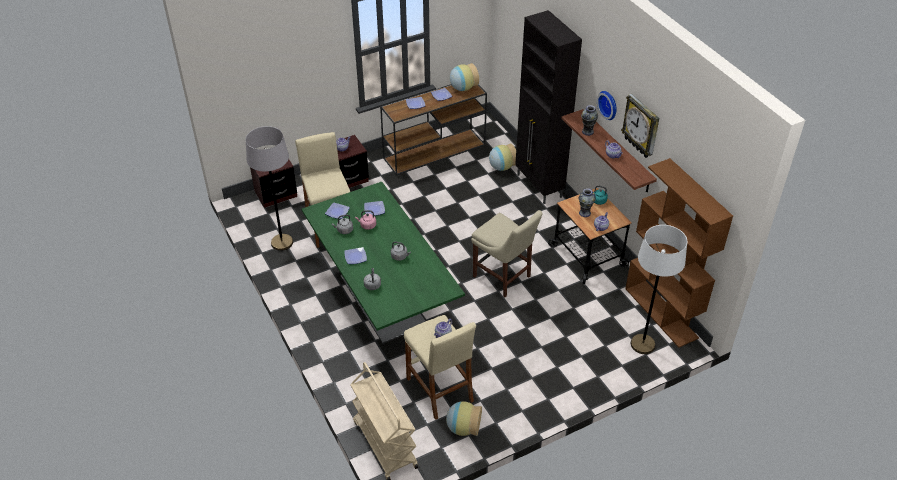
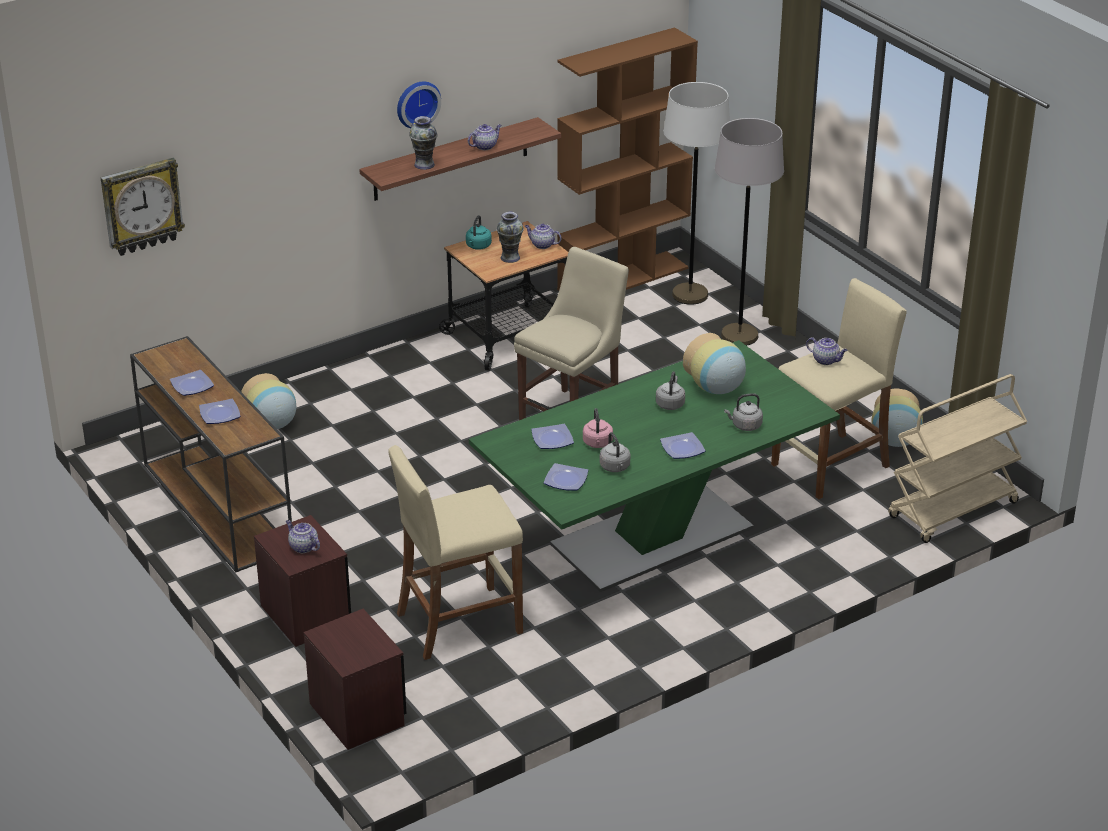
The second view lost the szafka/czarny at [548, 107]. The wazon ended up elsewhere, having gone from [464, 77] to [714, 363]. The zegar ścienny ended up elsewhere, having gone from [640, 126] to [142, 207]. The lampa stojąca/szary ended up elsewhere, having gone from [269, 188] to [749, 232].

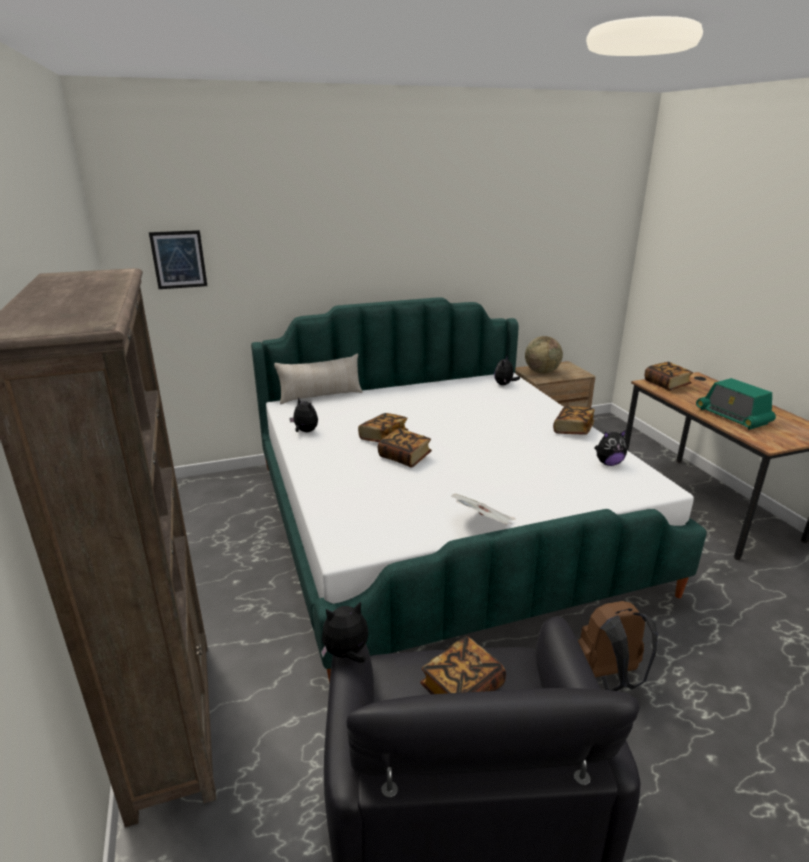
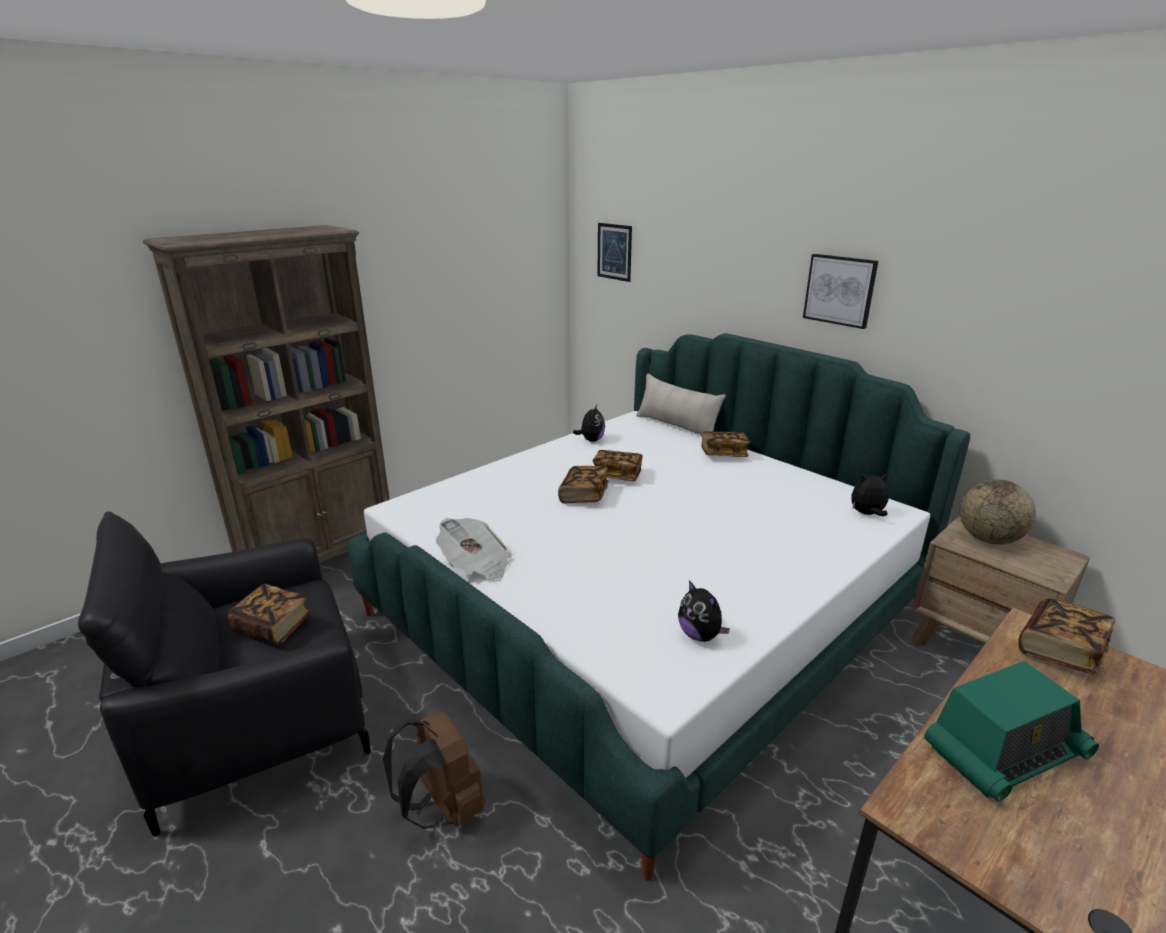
The radio at [736, 404] ended up facing another way, 150 degrees counterclockwise from before. The książka ended up elsewhere, having gone from [574, 420] to [726, 444]. The second view lost the pluszak at [344, 632]. The second view gained the obraz at [840, 291].

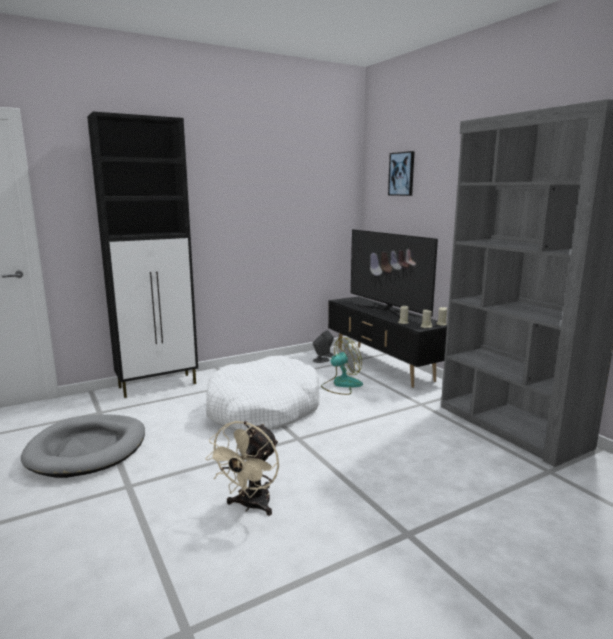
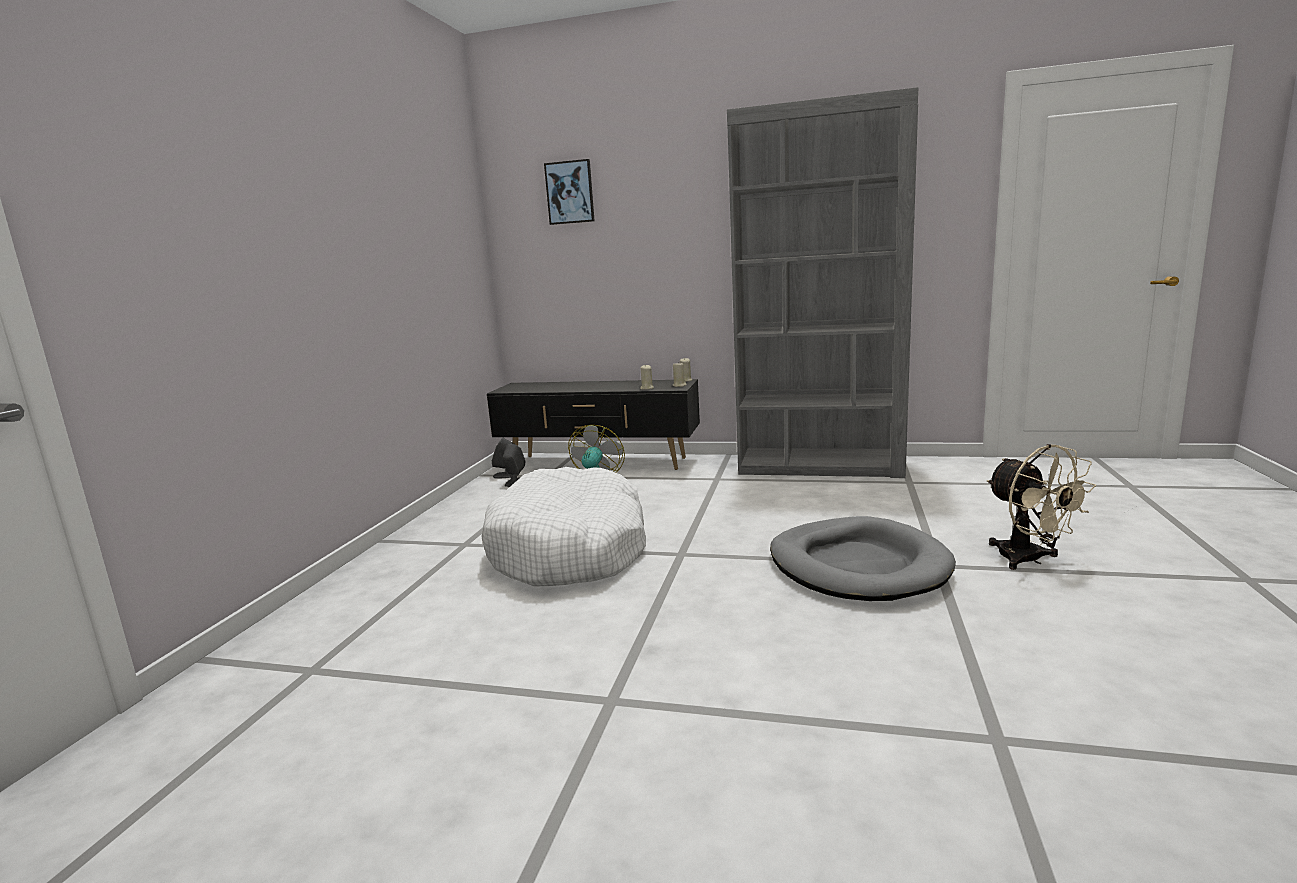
The second view lost the szafka/czarny at [142, 255]. The second view lost the telewizor at [394, 273]. The legowisko/szary ended up elsewhere, having gone from [83, 446] to [863, 558]. The wentylator/beżowy ended up elsewhere, having gone from [242, 468] to [1041, 507].

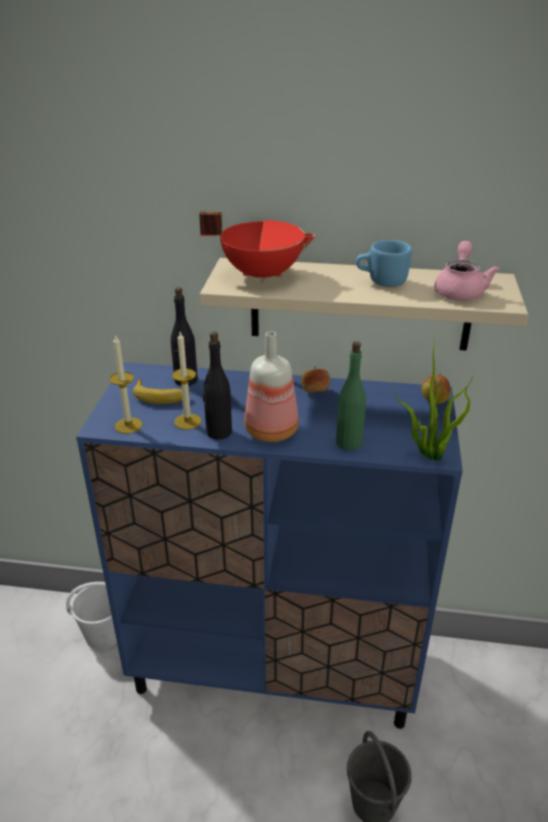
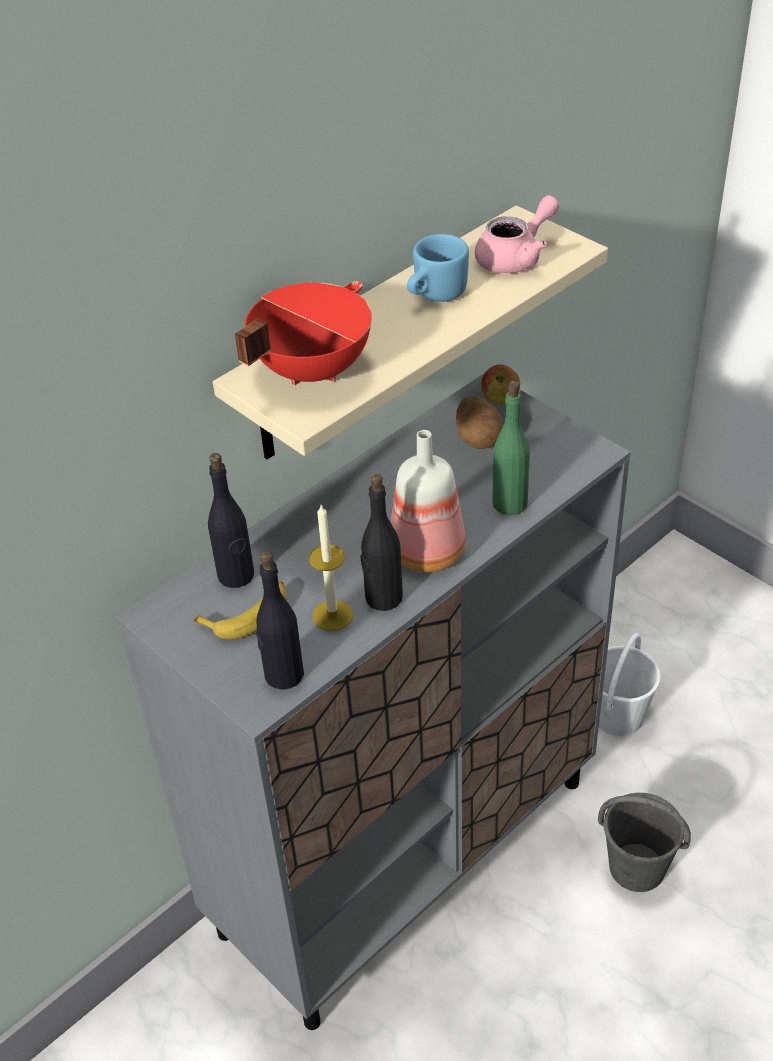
The imbryk/różowy at [467, 271] ended up facing another way, 90 degrees clockwise from before. The second view lost the roślina doniczkowa at [433, 396]. Where the świeca stood at [125, 384], the butelka/czarny came to stand at [280, 620]. What was the szafka/niebieski at [269, 545] turned into the szafka/szary at [372, 702]. The second view lost the jabłko at [315, 380]. The wiadro/biały ended up elsewhere, having gone from [91, 616] to [630, 684]. The second view gained the ziemniak at [479, 422].

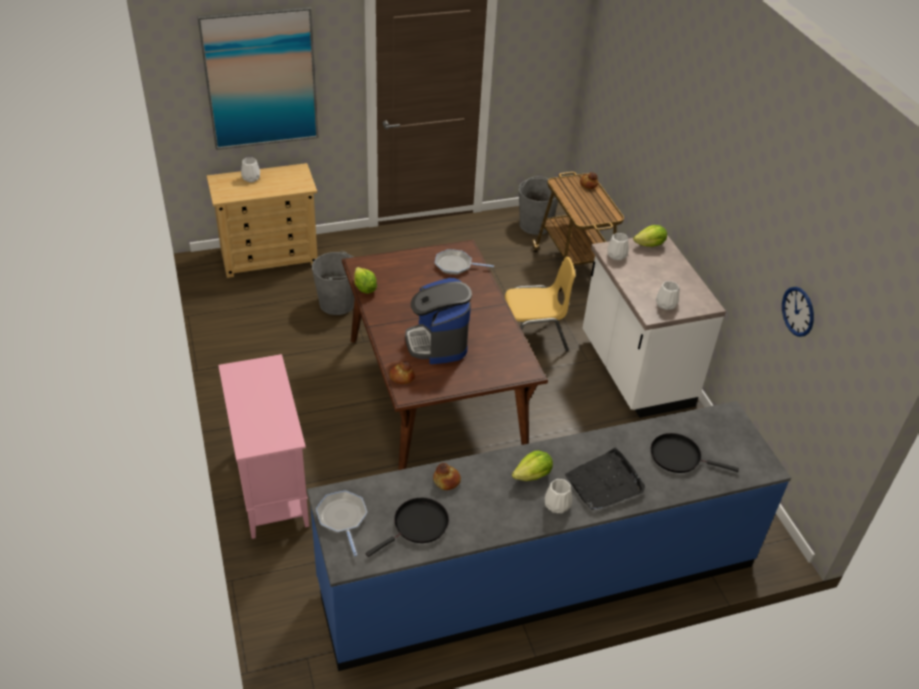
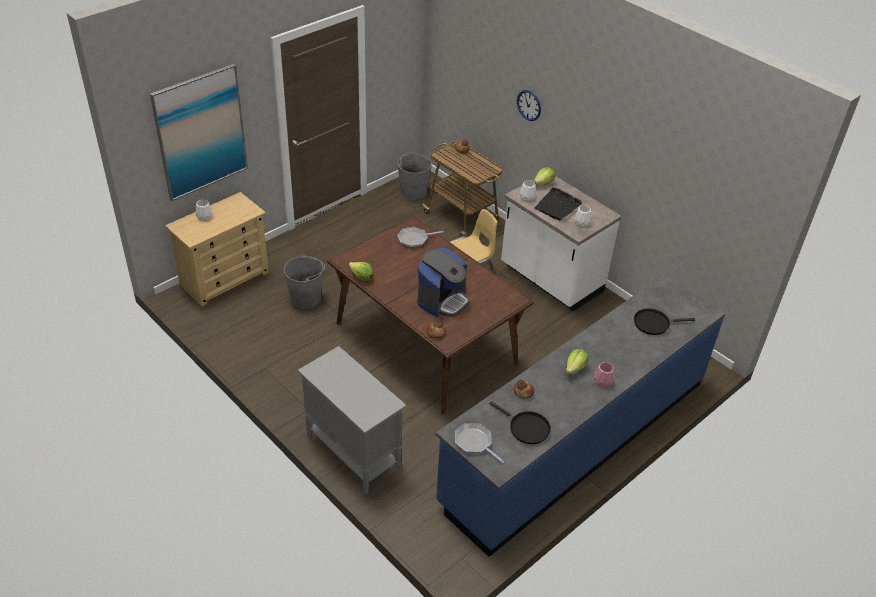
The ekspres do kawy at [438, 321] ended up facing another way, 105 degrees counterclockwise from before. The zegar ścienny ended up elsewhere, having gone from [798, 312] to [529, 105]. What was the szafka/różowy at [263, 446] turned into the szafka/szary at [352, 420]. The taca/czarny ended up elsewhere, having gone from [605, 479] to [558, 203]. What was the wazon/biały at [558, 496] turned into the wazon/różowy at [604, 375]. The patelnia/czarny at [407, 527] ended up facing another way, 105 degrees clockwise from before.

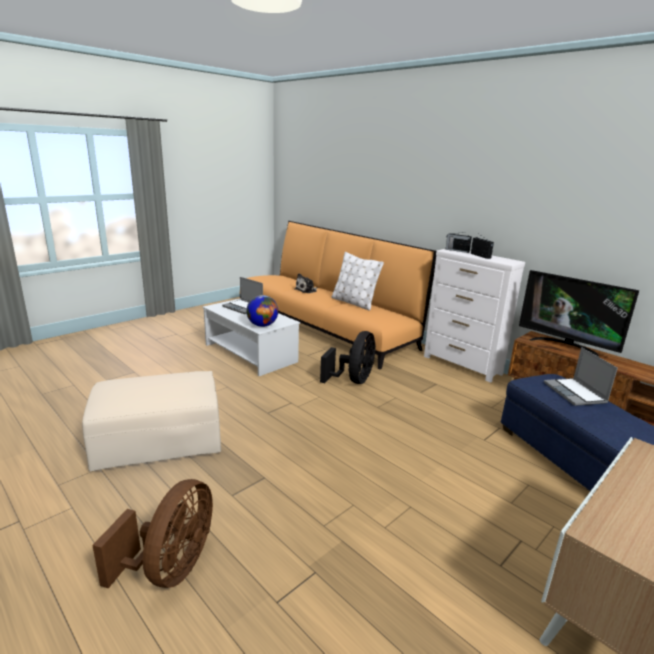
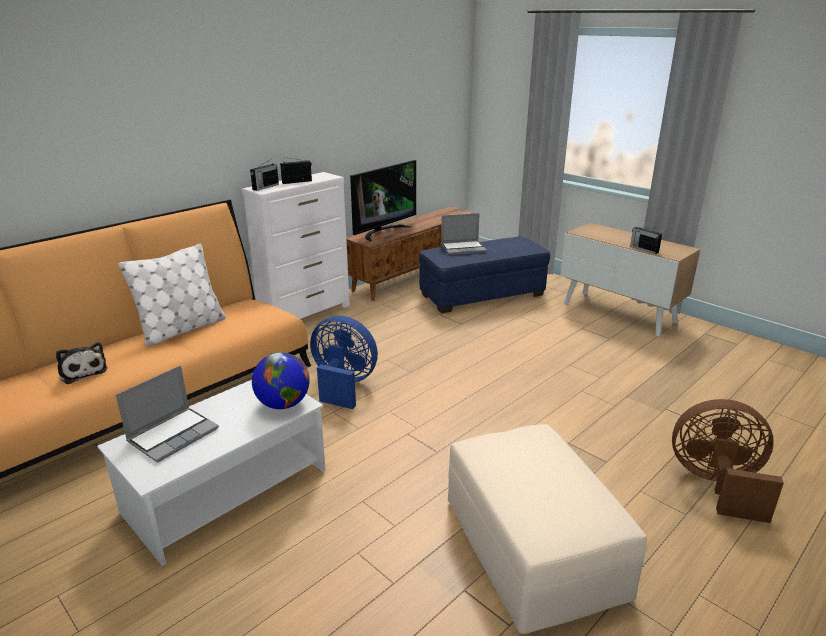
What was the wentylator/czarny at [348, 357] turned into the wentylator/niebieski at [344, 362]. The second view gained the radio at [646, 240].

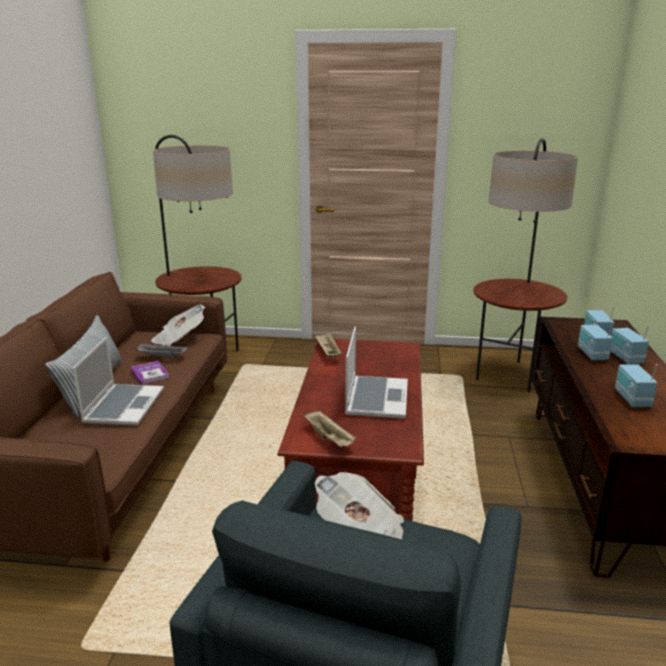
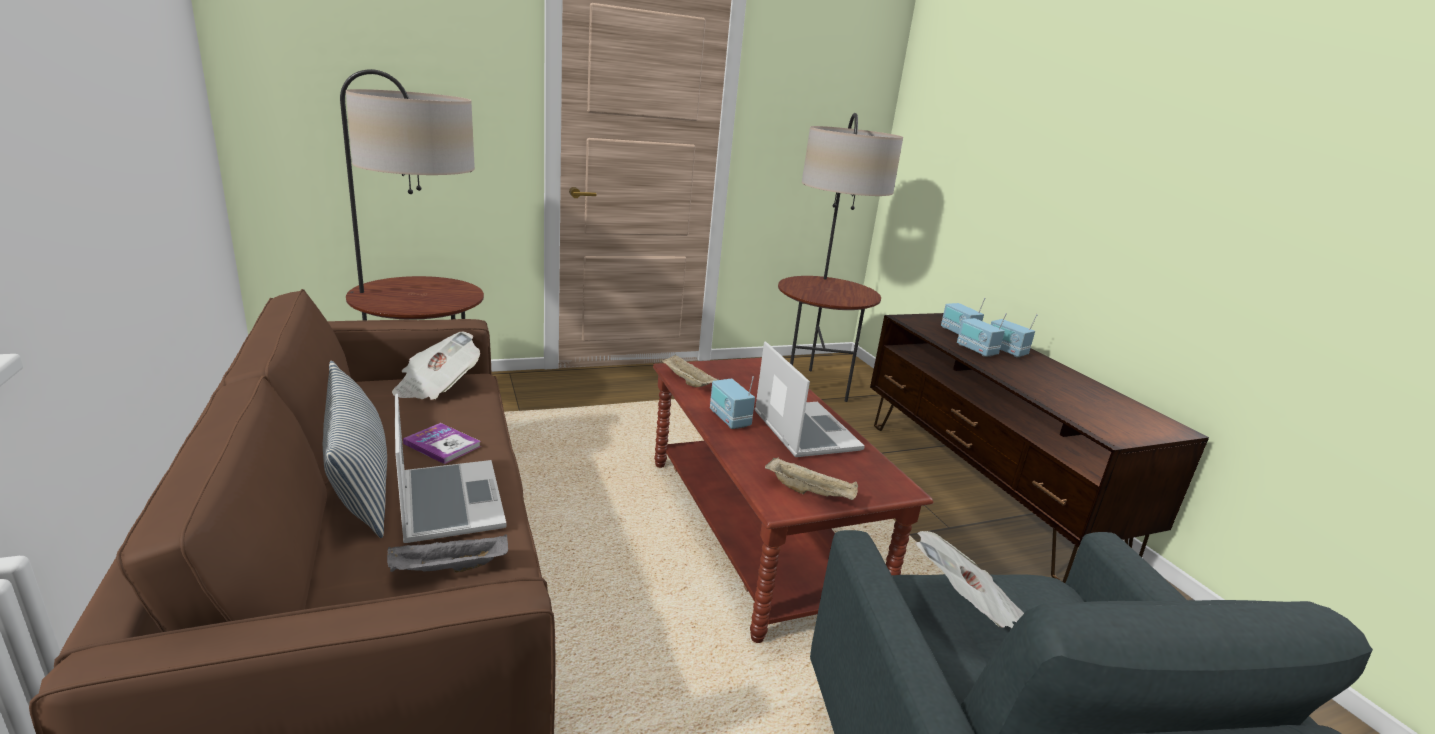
The taca/szary ended up elsewhere, having gone from [161, 351] to [447, 553]. The radio ended up elsewhere, having gone from [636, 386] to [732, 402].

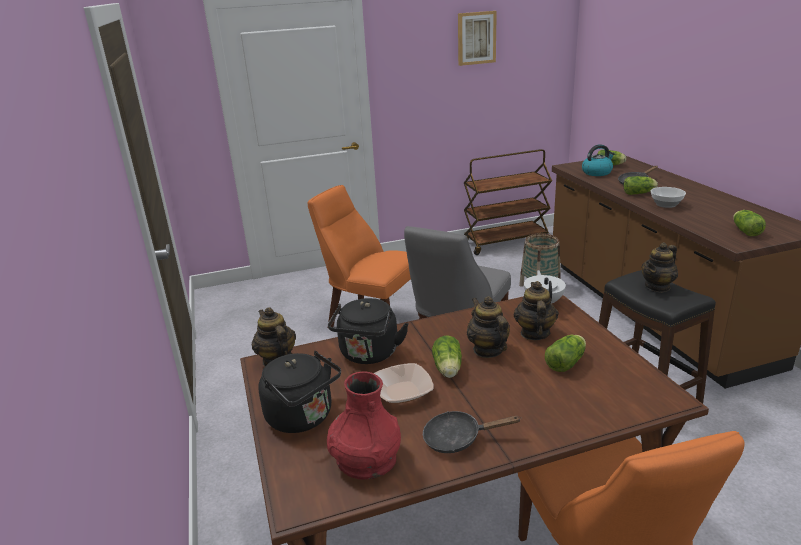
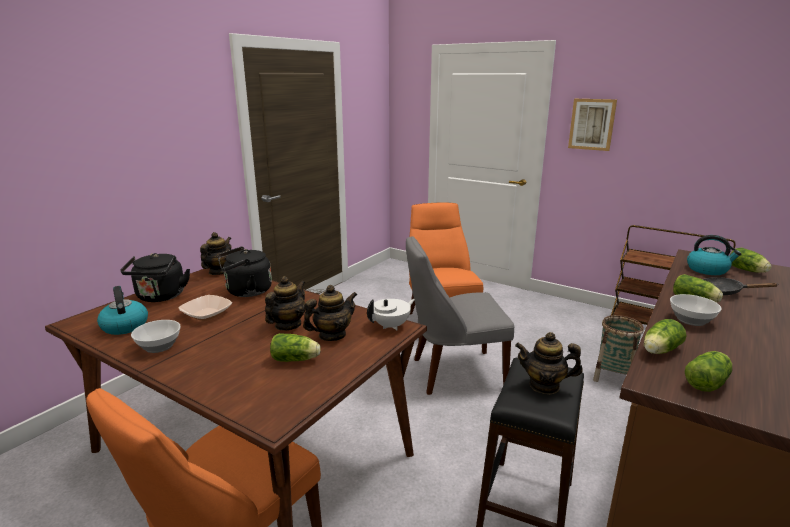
The obraz ended up elsewhere, having gone from [477, 38] to [592, 125]. The sałata ended up elsewhere, having gone from [447, 357] to [665, 336]. Where the wazon/czerwony stood at [364, 425], the czajnik came to stand at [122, 310]. Where the patelnia/czarny stood at [471, 432], the miska came to stand at [156, 336].

